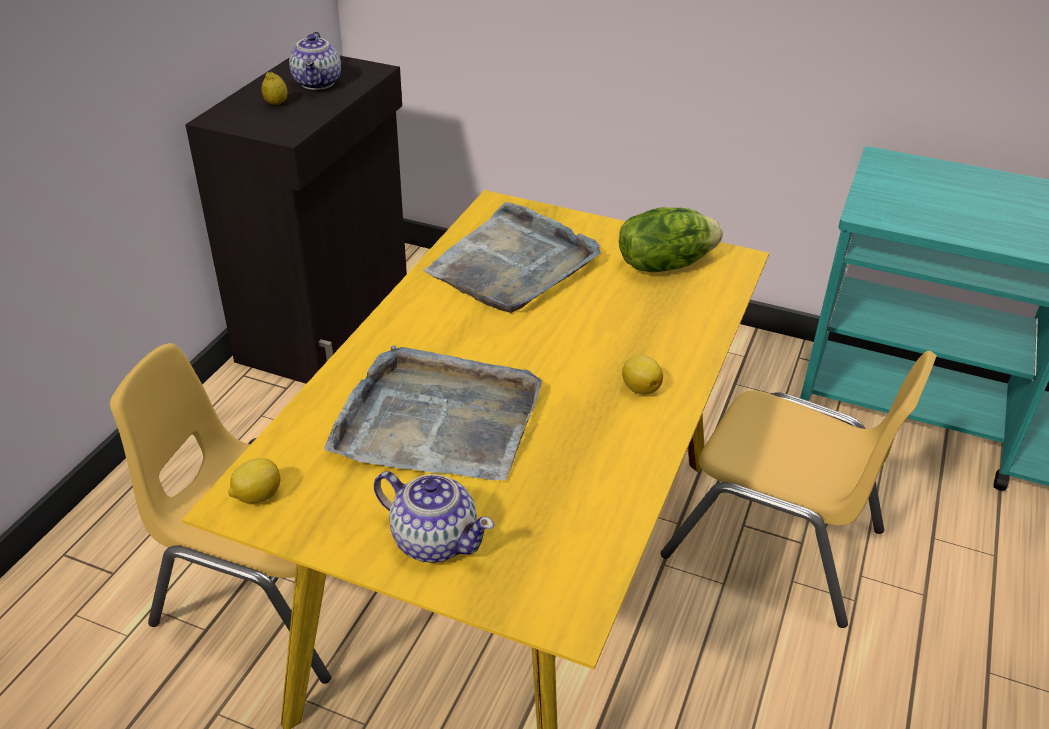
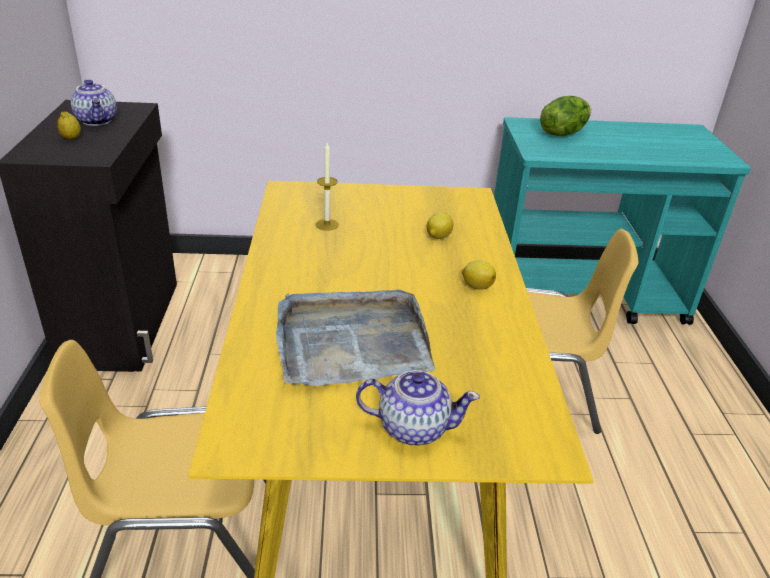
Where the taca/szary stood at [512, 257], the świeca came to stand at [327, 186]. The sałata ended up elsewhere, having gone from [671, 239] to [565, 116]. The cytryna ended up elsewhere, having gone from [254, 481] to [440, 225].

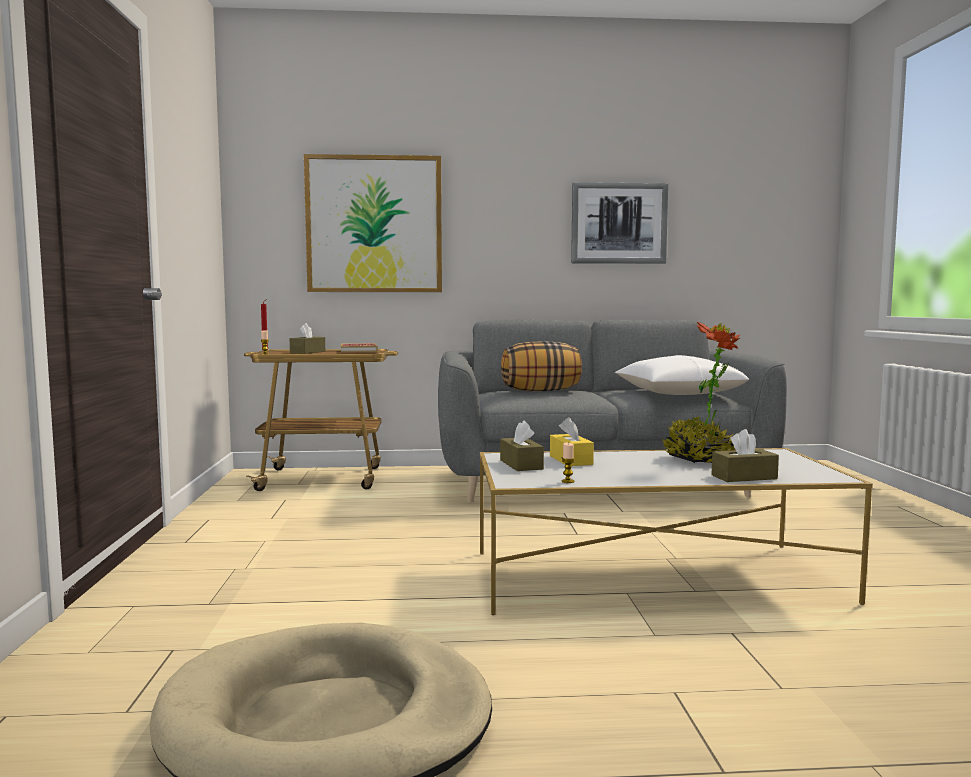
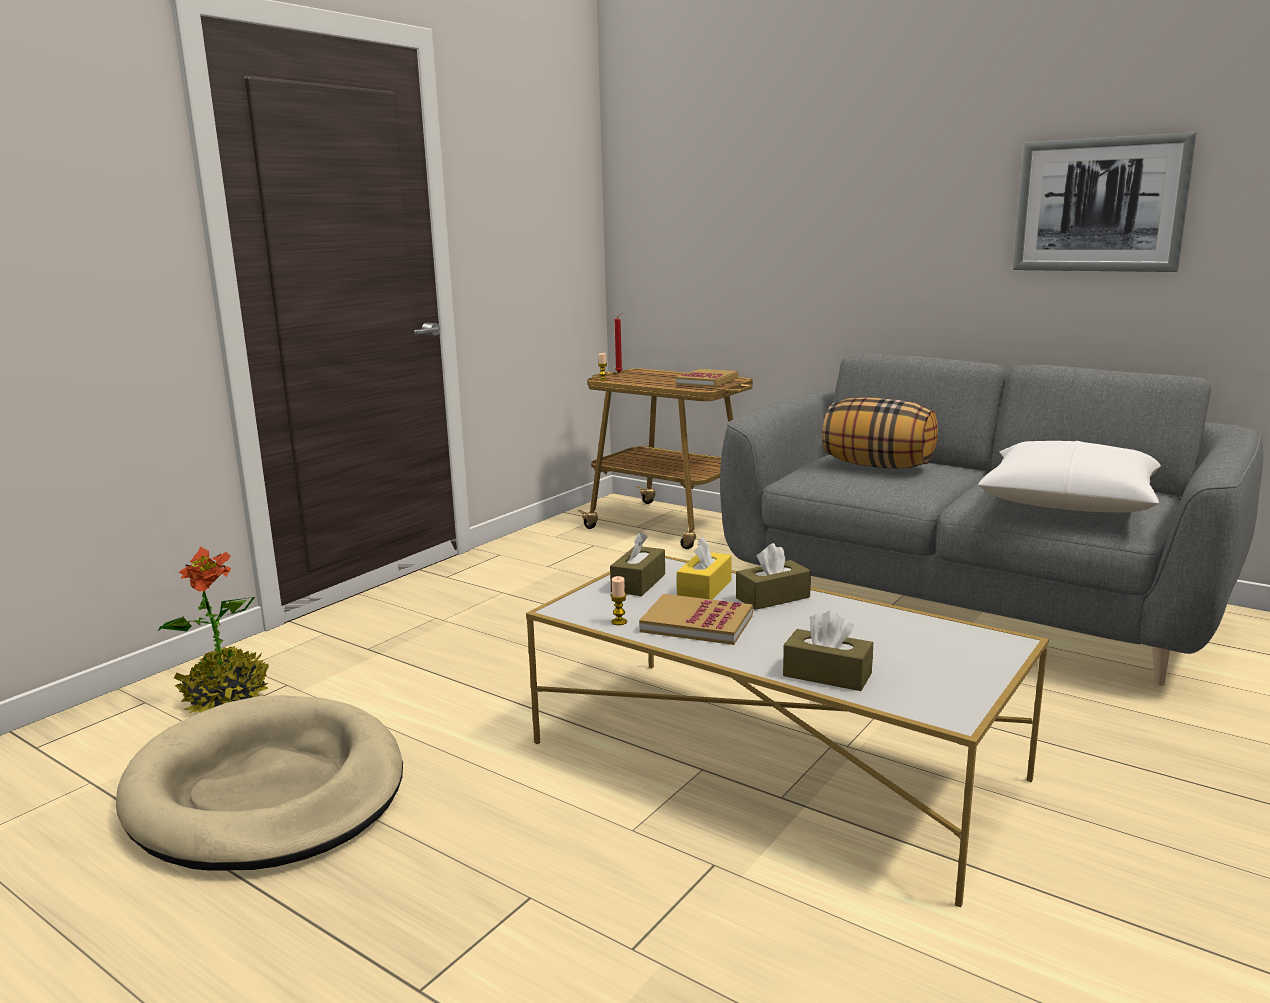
The second view lost the obraz at [373, 223]. The roślina doniczkowa ended up elsewhere, having gone from [701, 392] to [213, 630]. The pudełko chusteczek/brązowy ended up elsewhere, having gone from [307, 338] to [773, 576]. The second view gained the książka at [696, 619].

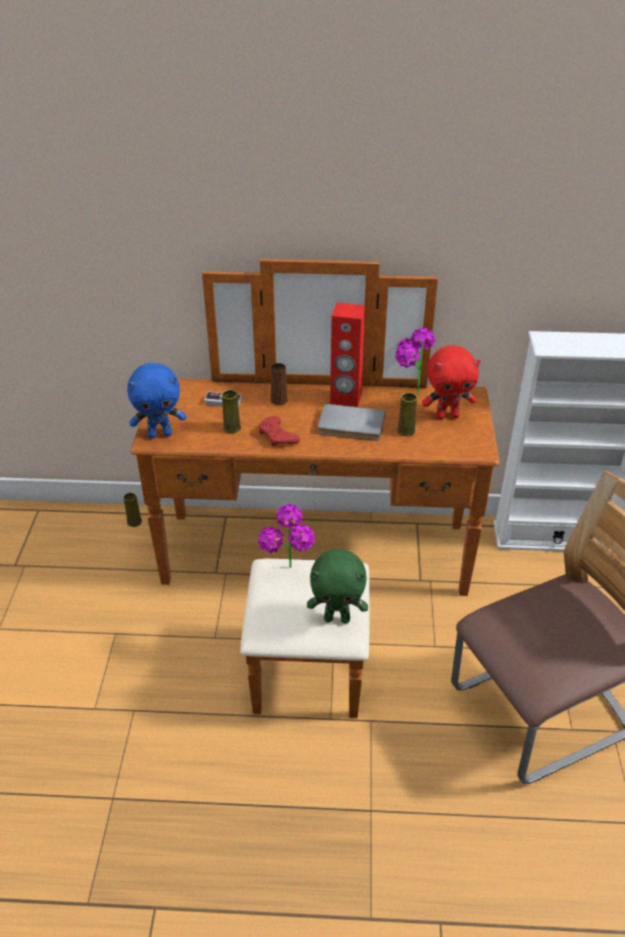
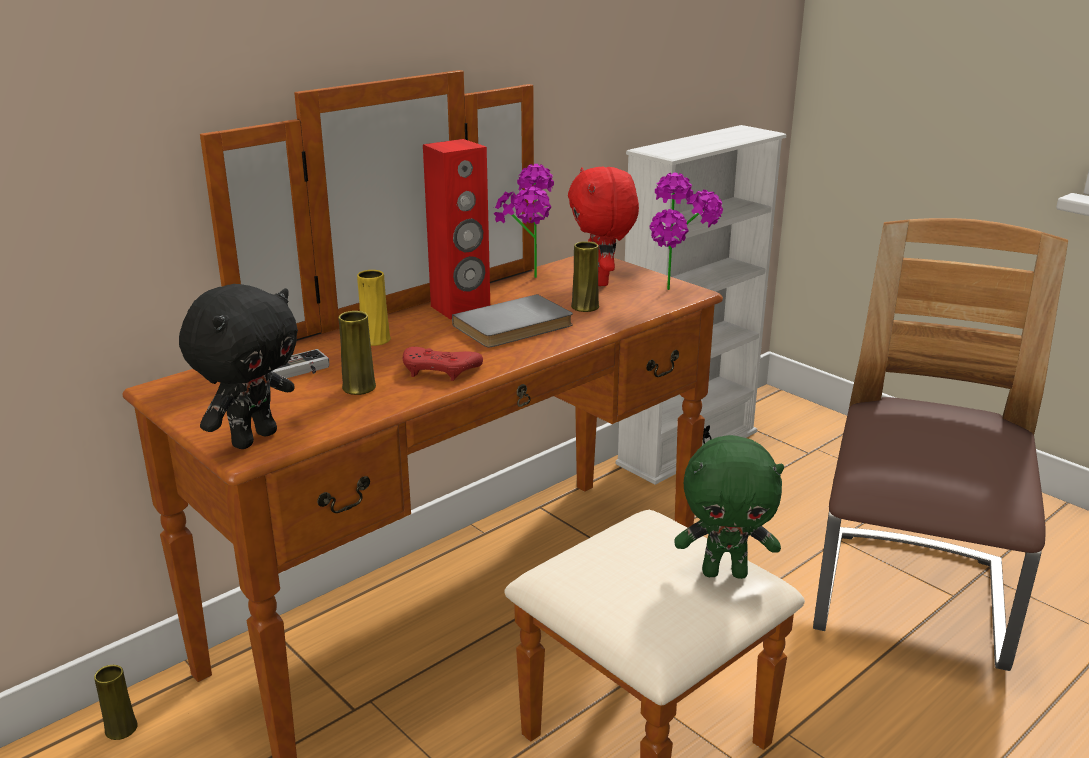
The pluszak/czerwony at [451, 382] ended up facing another way, 135 degrees clockwise from before. What was the pluszak/niebieski at [156, 400] turned into the pluszak/czarny at [238, 366]. What was the wazon/brązowy at [279, 384] turned into the wazon/żółty at [374, 308]. The roślina doniczkowa ended up elsewhere, having gone from [286, 536] to [686, 231]. The pluszak/zielony at [337, 586] ended up facing another way, 45 degrees clockwise from before.

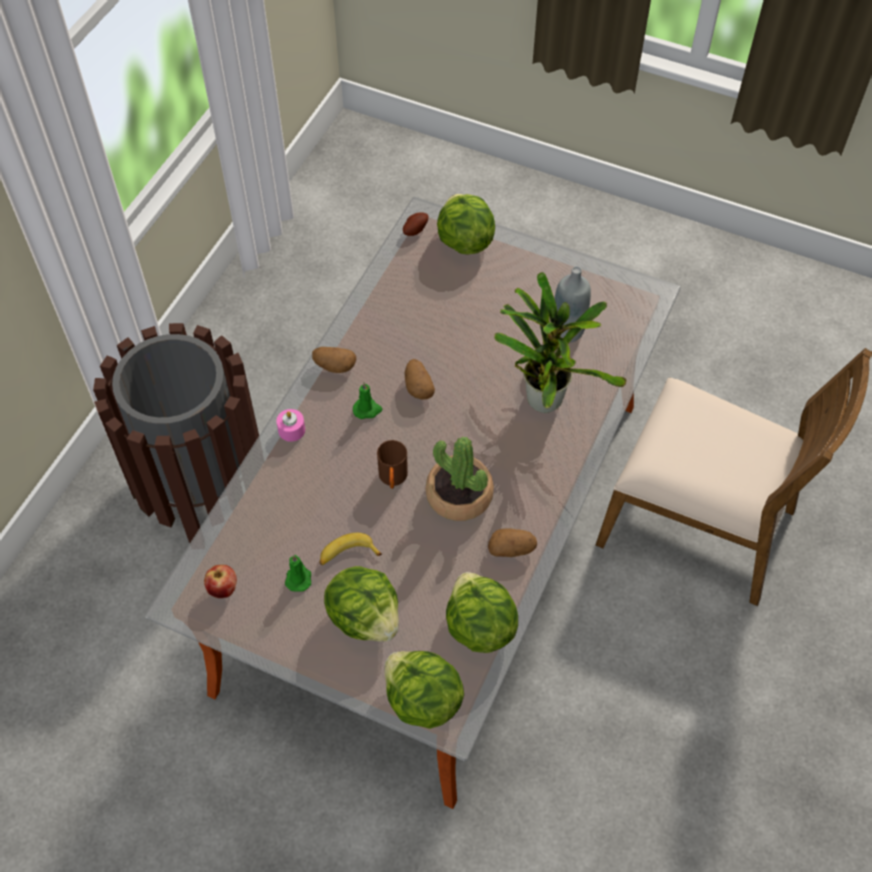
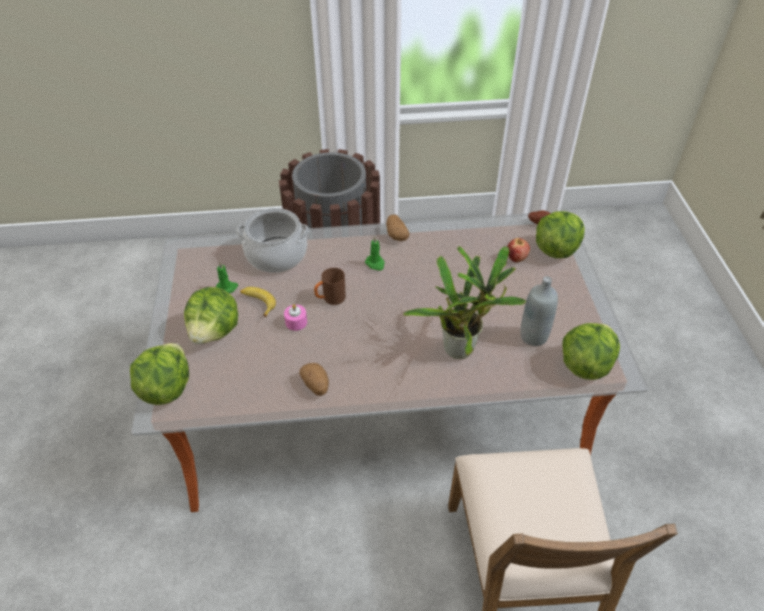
The second view lost the ziemniak at [420, 379]. The świeca/różowy ended up elsewhere, having gone from [290, 425] to [295, 317]. The second view lost the roślina doniczkowa at [459, 479]. The jabłko ended up elsewhere, having gone from [220, 581] to [518, 250]. The sałata ended up elsewhere, having gone from [482, 612] to [591, 351]. The second view gained the garnek at [273, 240].

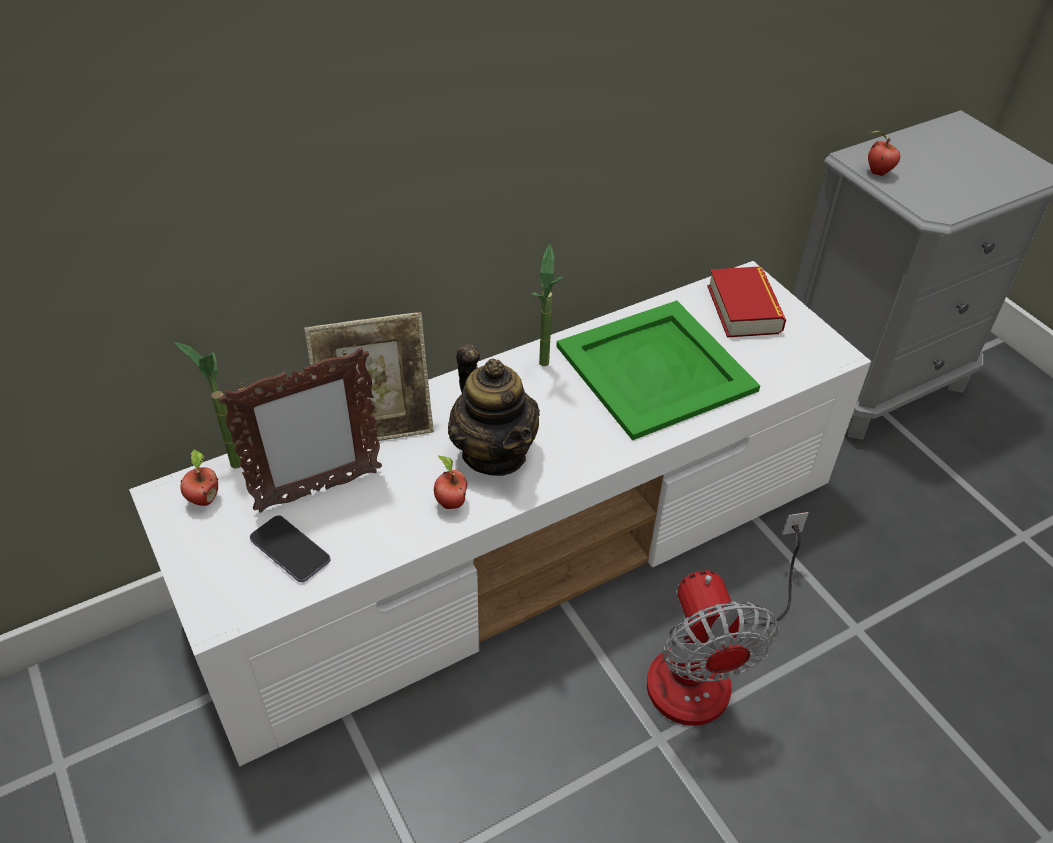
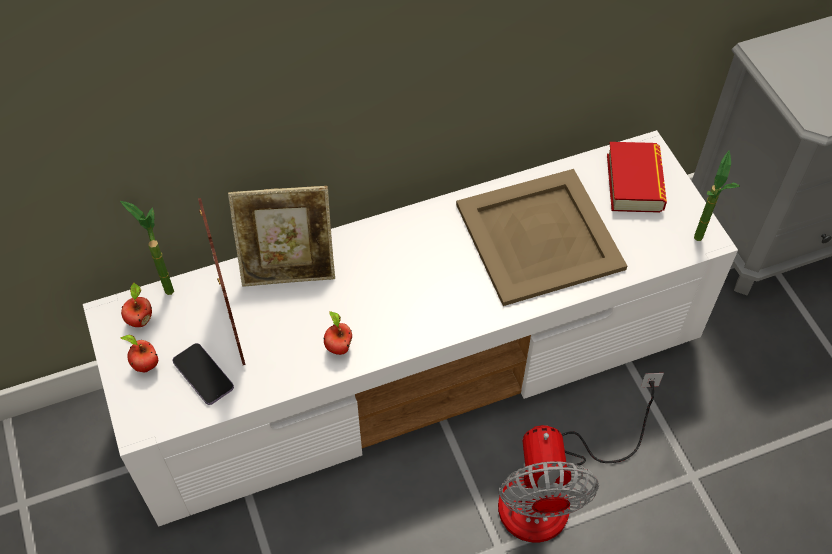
The jabłko ended up elsewhere, having gone from [884, 153] to [139, 354]. The roślina doniczkowa ended up elsewhere, having gone from [548, 305] to [717, 195]. What was the taca/zielony at [658, 370] turned into the taca/beżowy at [541, 237]. The second view lost the imbryk at [494, 410]. The ramka na zdjęcie at [300, 430] ended up facing another way, 90 degrees counterclockwise from before.

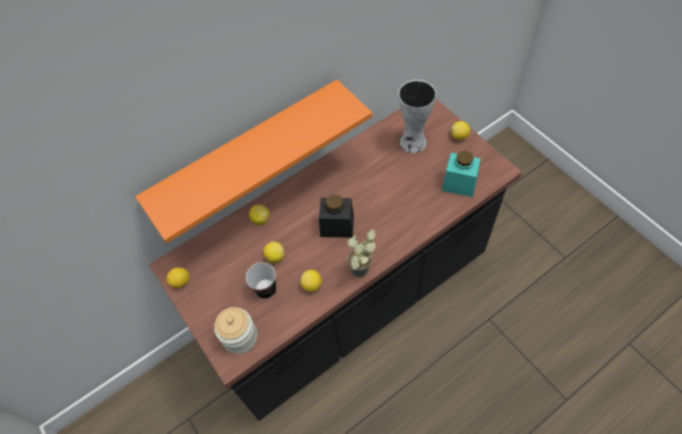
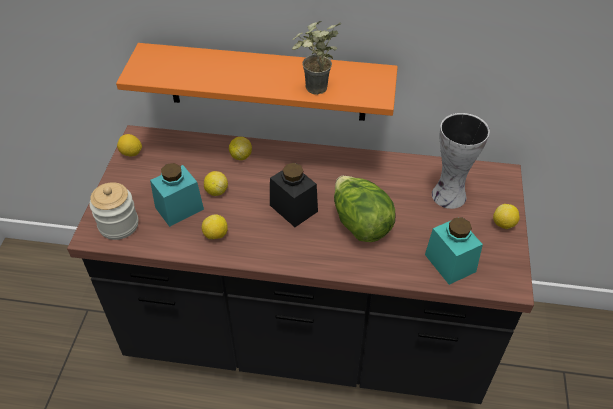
The roślina doniczkowa ended up elsewhere, having gone from [361, 253] to [317, 58]. Where the filiżanka stood at [261, 281], the słoik/turkusowy came to stand at [177, 195]. The second view gained the sałata at [365, 209].

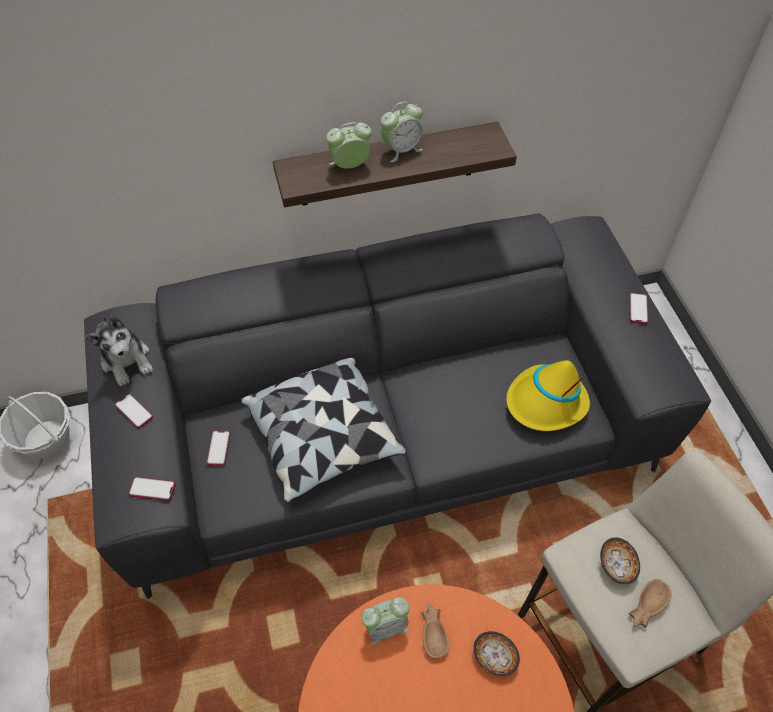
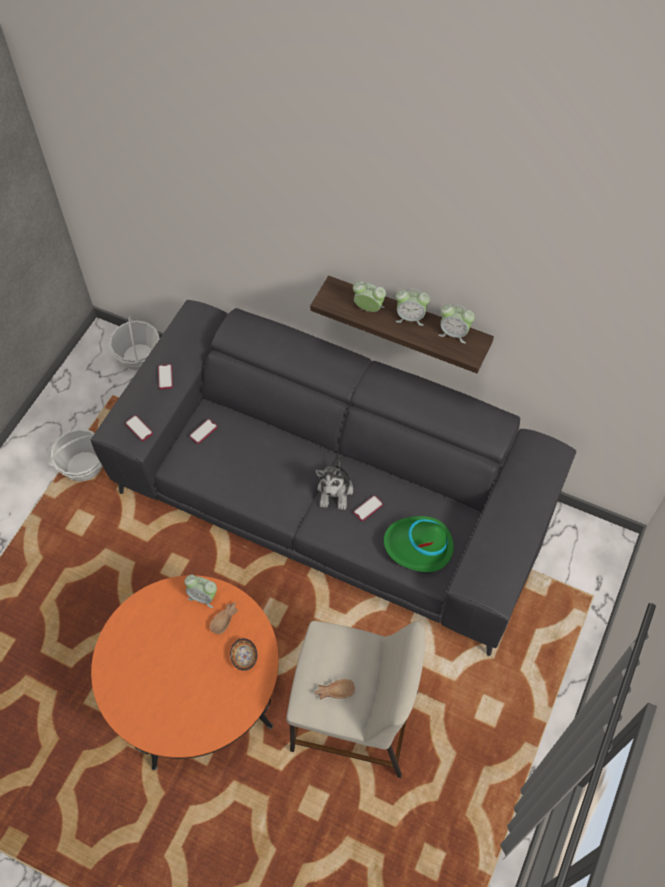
The telefon ended up elsewhere, having gone from [638, 308] to [368, 508]. The pluszak ended up elsewhere, having gone from [119, 350] to [334, 482]. The second view lost the poduszka at [323, 430]. What was the kapelusz/żółty at [548, 395] turned into the kapelusz/zielony at [419, 544]. The second view lost the miska at [620, 561]. The second view gained the budzik at [457, 323]. The second view gained the koszyk at [75, 455].

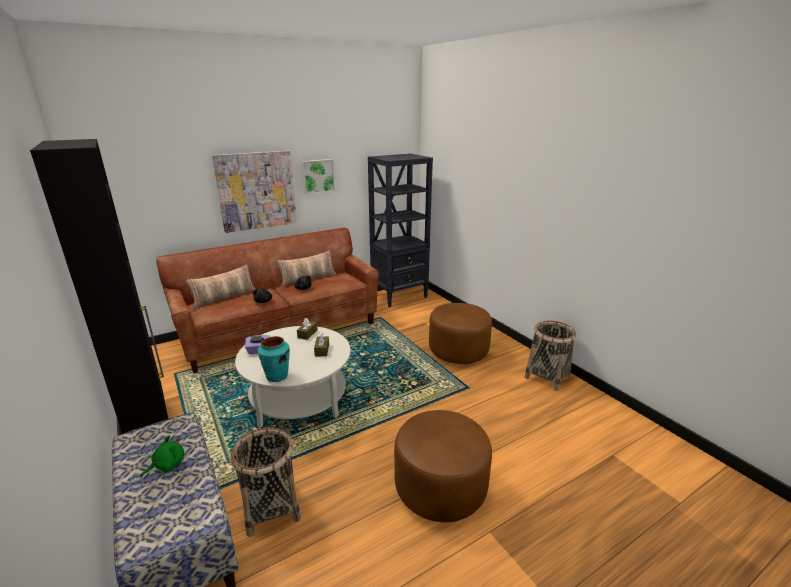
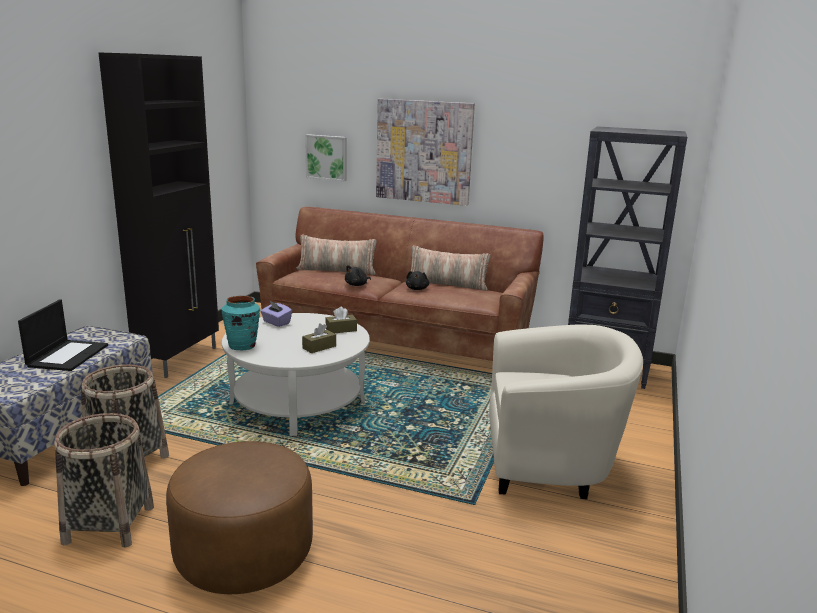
The obraz ended up elsewhere, having gone from [318, 177] to [326, 157]. Where the pufa/brązowy stood at [460, 333], the fotel/beżowy came to stand at [566, 412]. The koszyk ended up elsewhere, having gone from [550, 355] to [104, 480]. Where the pluszak/zielony stood at [162, 456], the laptop came to stand at [63, 335].

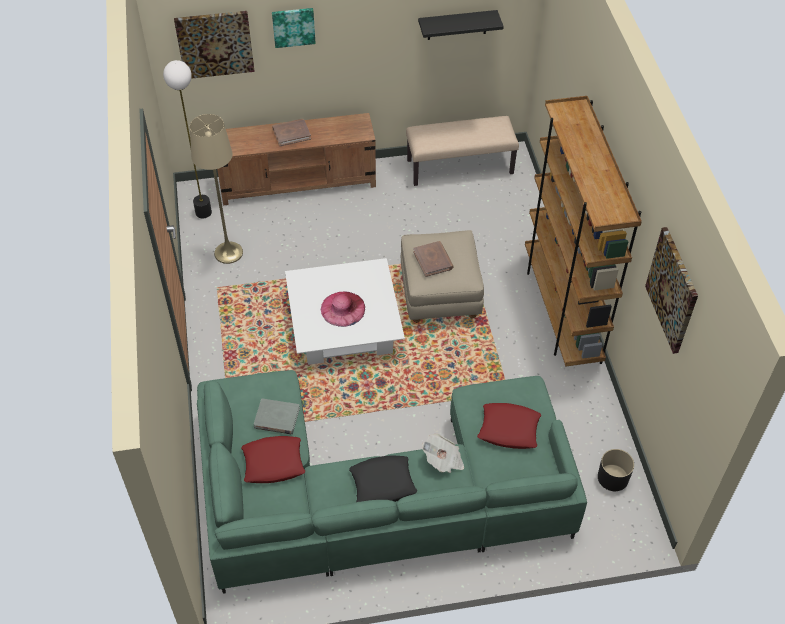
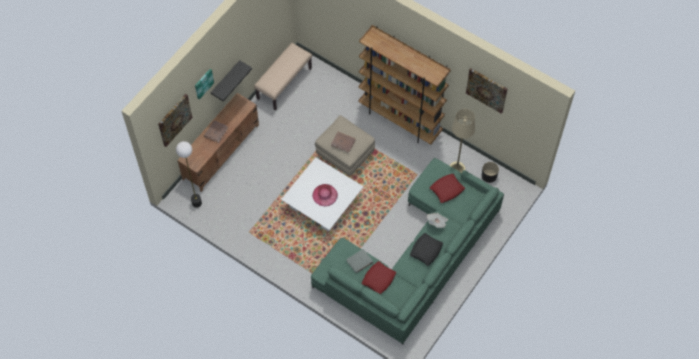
The półka/czarny ended up elsewhere, having gone from [461, 25] to [231, 80]. The lampa stojąca/beżowy ended up elsewhere, having gone from [216, 189] to [462, 141].

